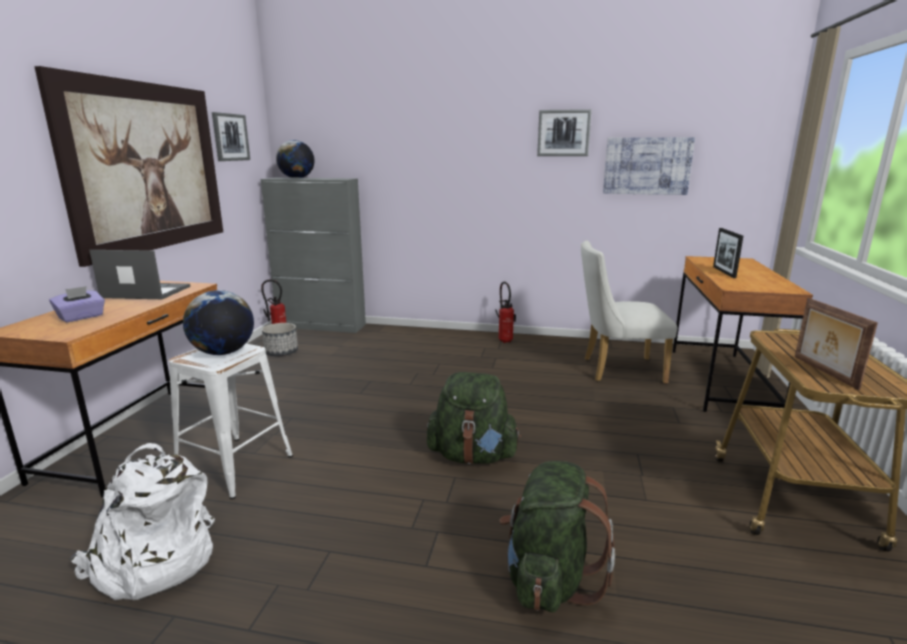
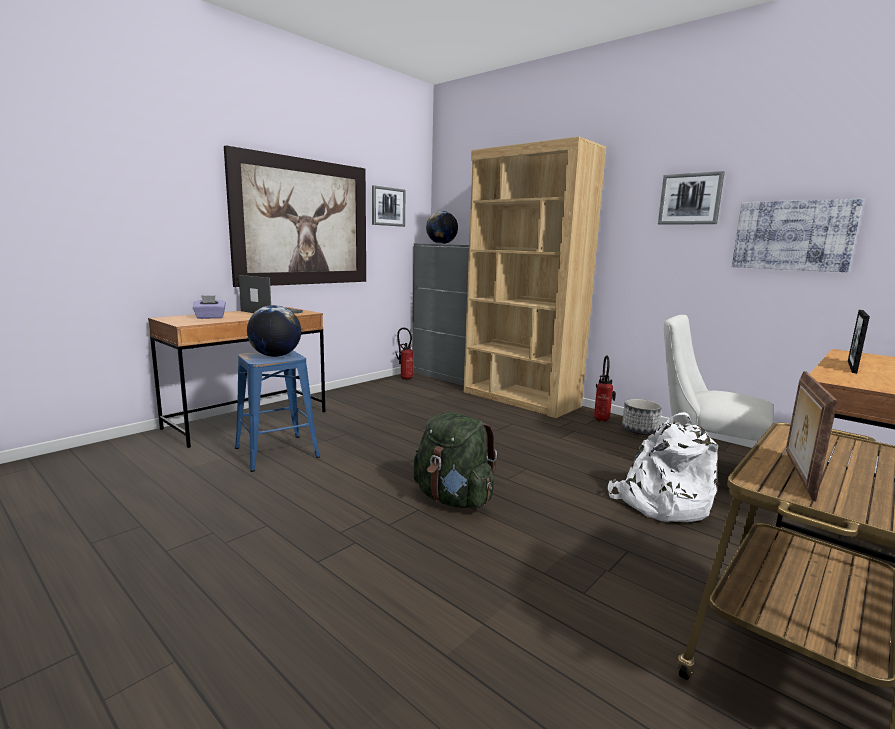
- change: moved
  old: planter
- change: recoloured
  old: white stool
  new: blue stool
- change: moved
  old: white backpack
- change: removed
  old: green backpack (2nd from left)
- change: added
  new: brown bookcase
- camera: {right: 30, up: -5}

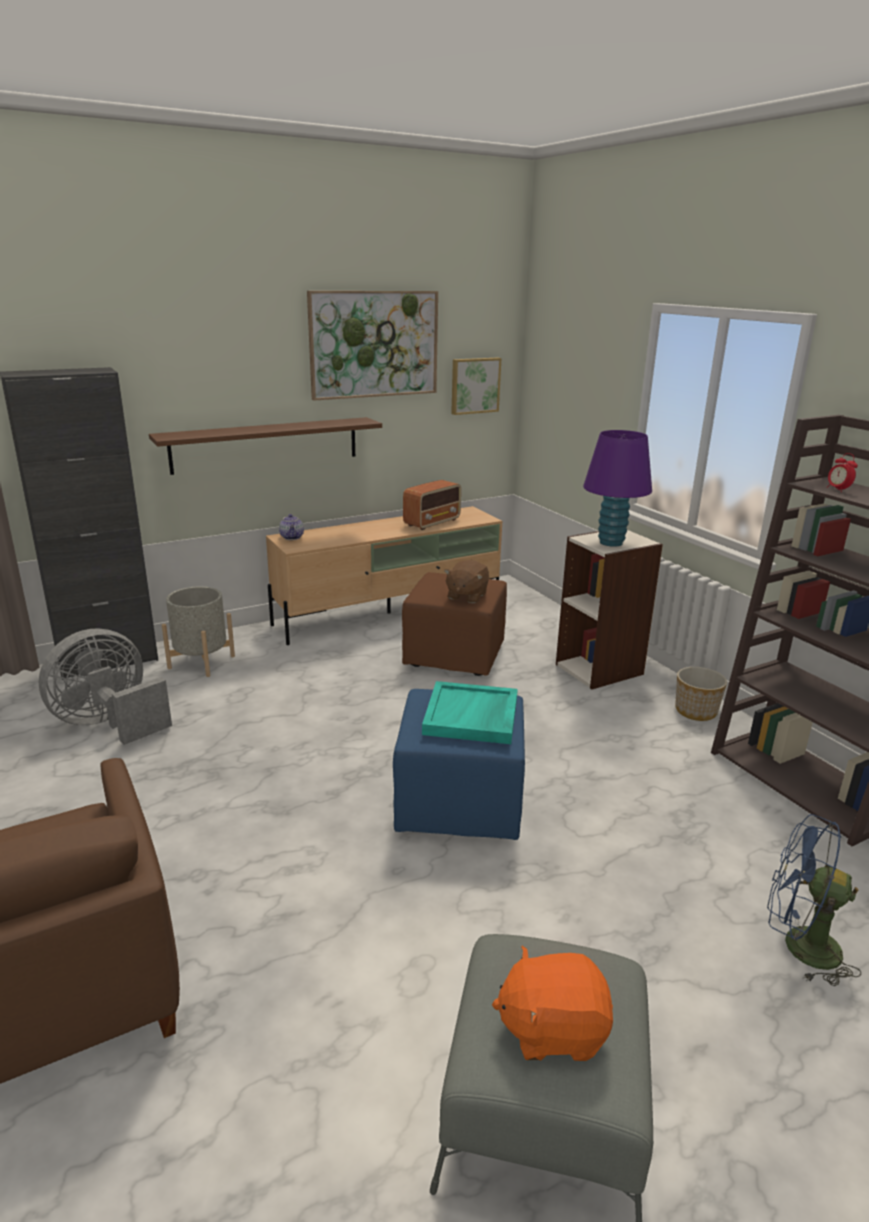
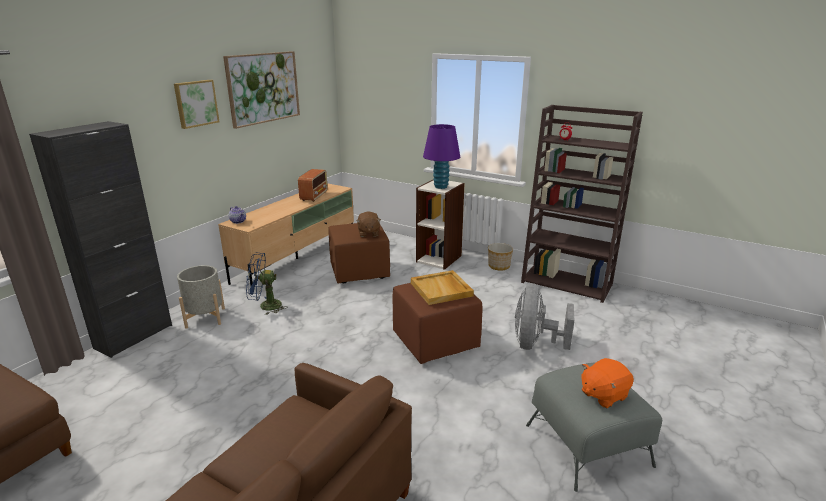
- change: moved
  old: picture (2nd from left in the first image)
  new: picture (1st from left)
- change: removed
  old: brown shelf
- change: moved
  old: grey fan
- change: recoloured
  old: turquoise tray
  new: beige tray
- change: recoloured
  old: blue ottoman
  new: brown ottoman (2nd from left)
- change: moved
  old: blue fan
- camera: {right: -30, up: 0}

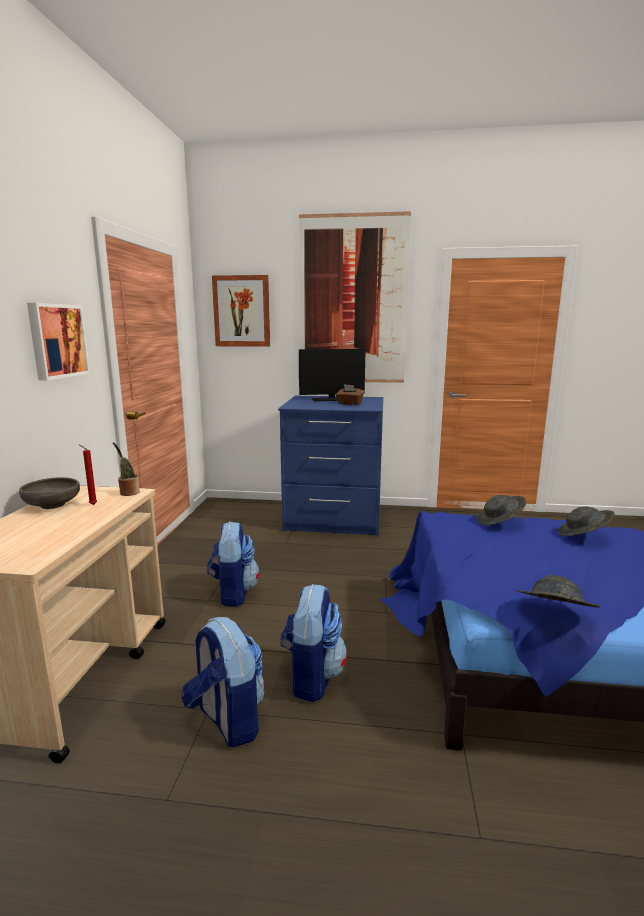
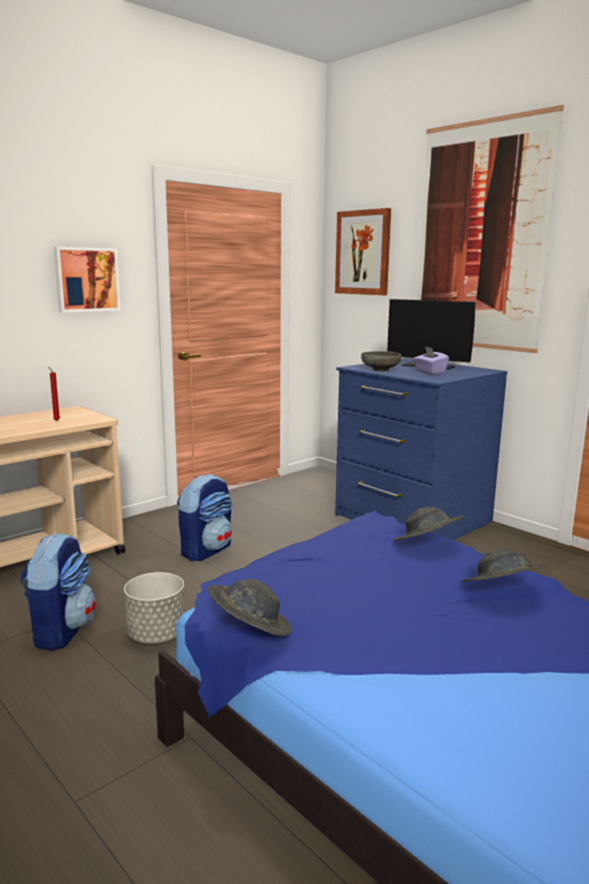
- change: recoloured
  old: brown tissue box
  new: purple tissue box
- change: removed
  old: potted plant
- change: moved
  old: grey bowl
- change: replaced
  old: backpack (3rd from left)
  new: grey planter
- camera: {right: 40, up: 0}

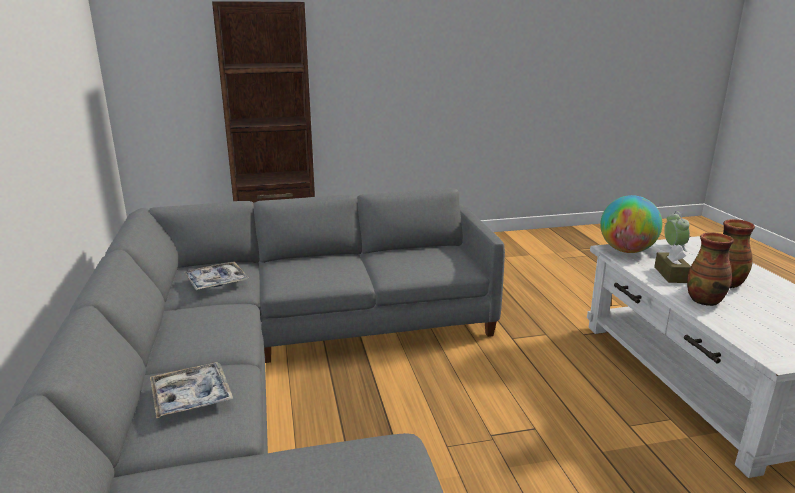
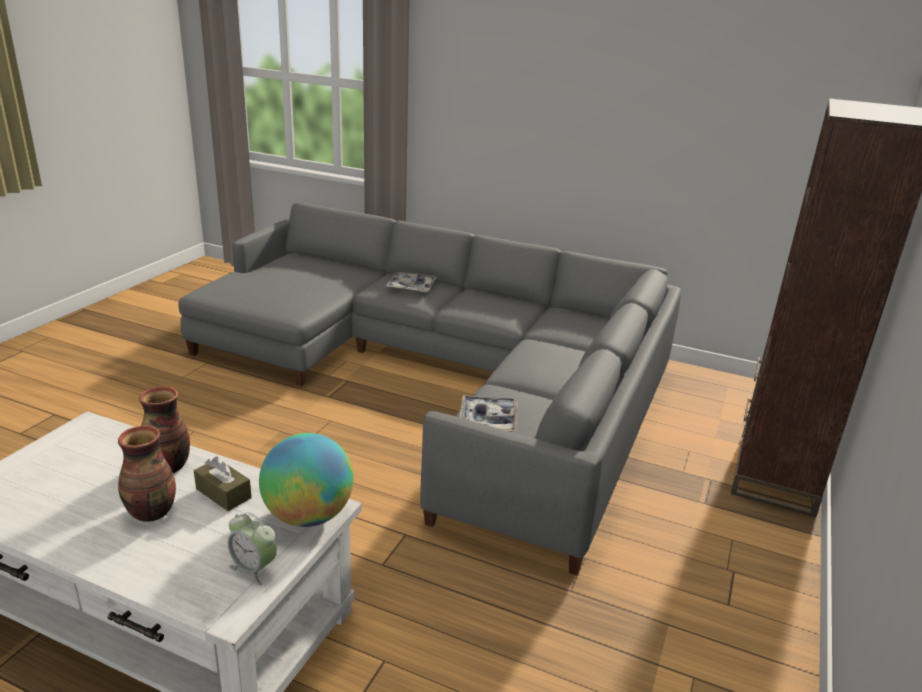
- change: moved
  old: tray (2nd from left)
- camera: {right: 125, up: 5}

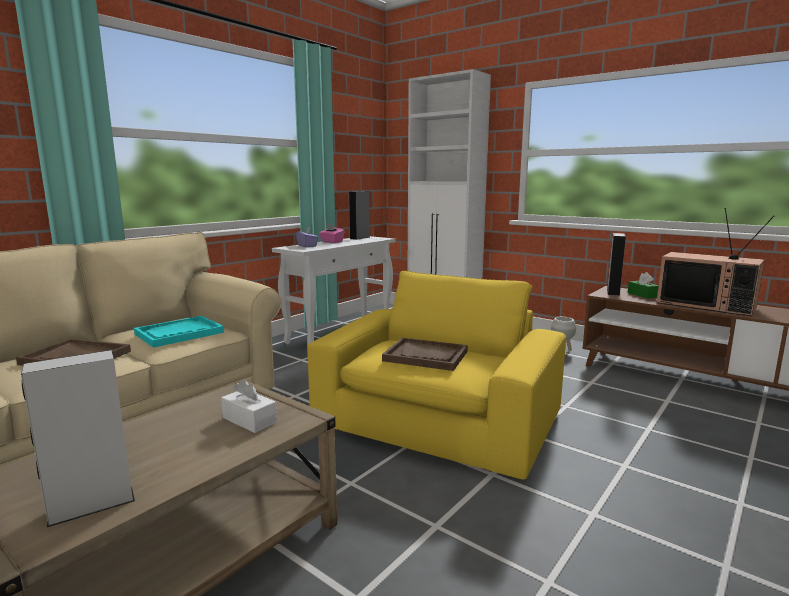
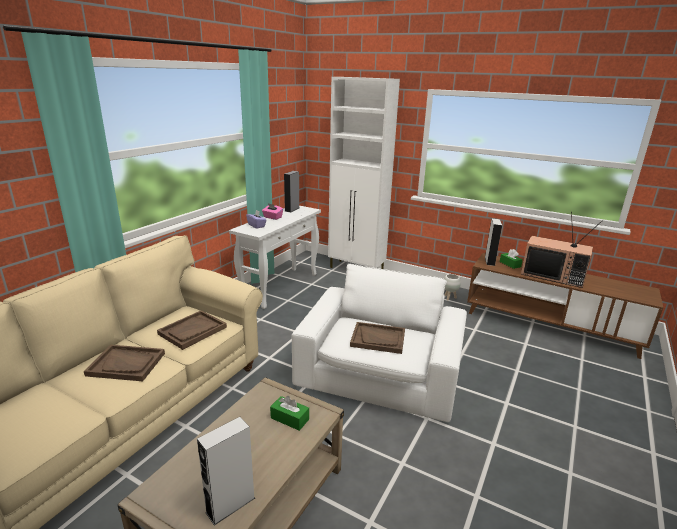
- change: recoloured
  old: yellow armchair
  new: white armchair
- change: recoloured
  old: turquoise tray
  new: brown tray (2nd from left)
- change: recoloured
  old: white tissue box
  new: green tissue box (1st from left)
- camera: {right: -10, up: 10}

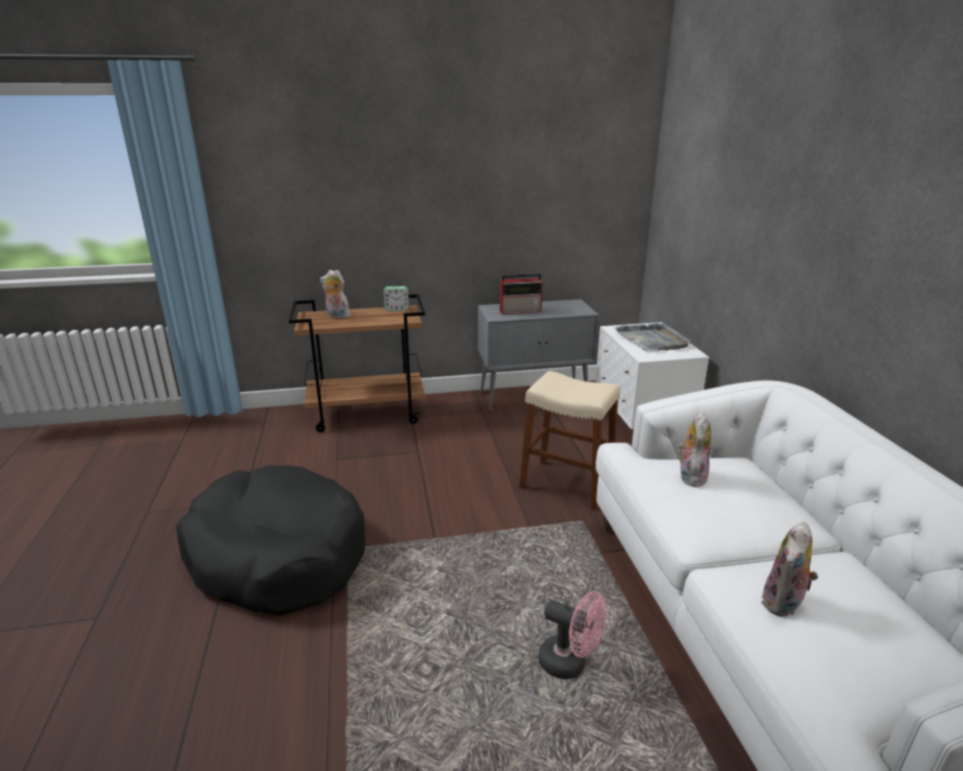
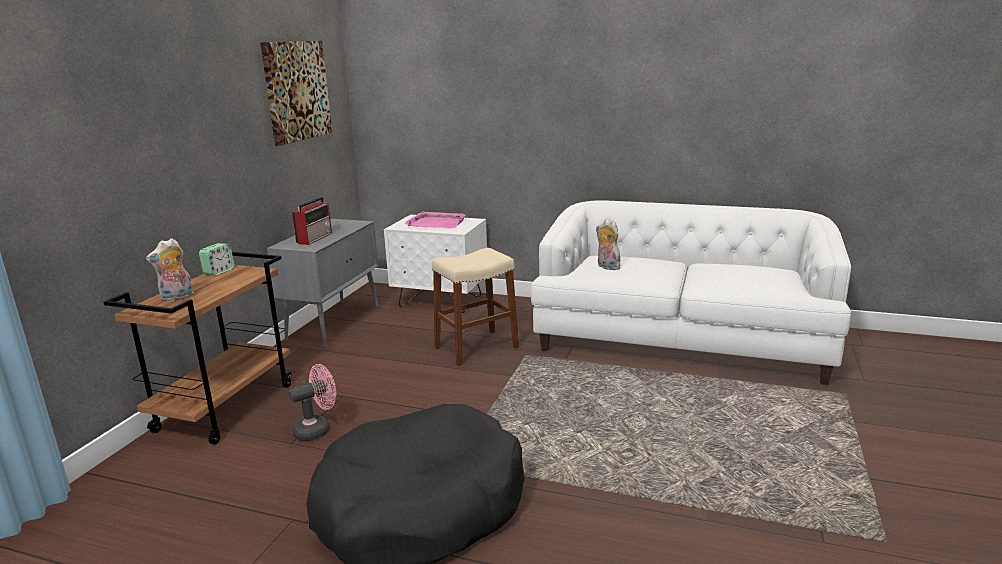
- change: recoloured
  old: grey tray
  new: pink tray
- change: removed
  old: plush toy (3rd from left)
- change: moved
  old: pink fan
- change: added
  new: picture
- camera: {right: -60, up: -5}

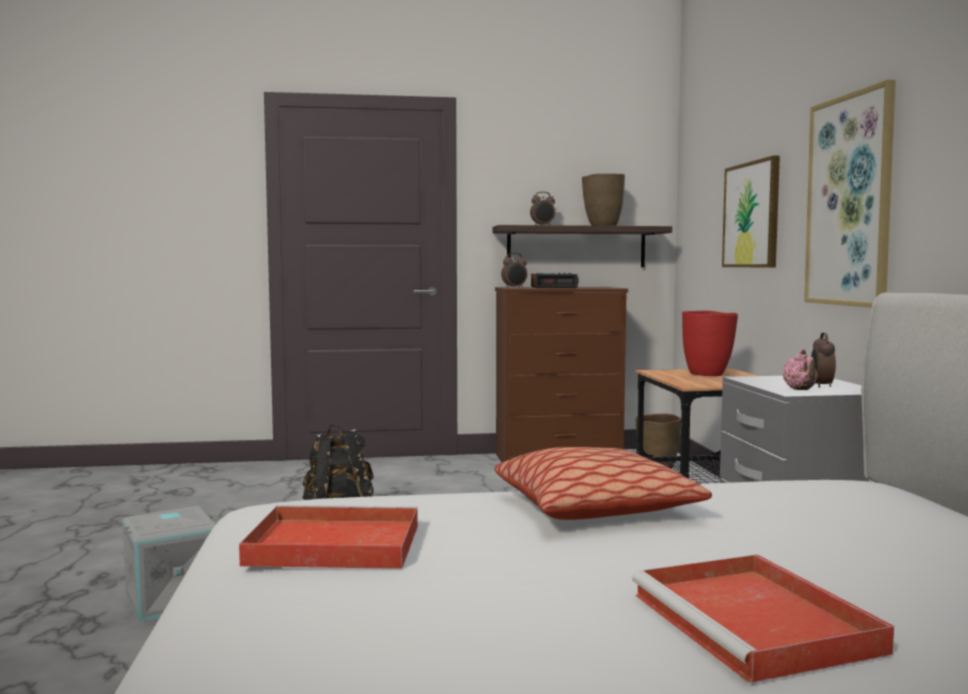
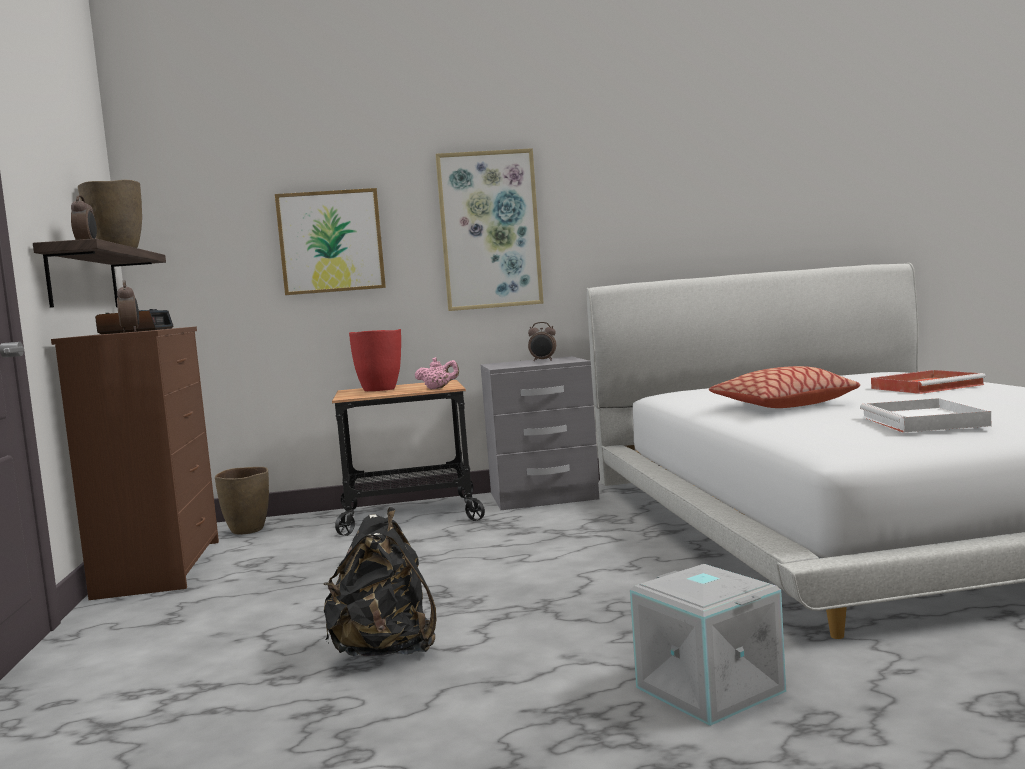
- change: moved
  old: pink teapot
- change: recoloured
  old: red tray (1st from left)
  new: white tray
- camera: {right: -90, up: 0}

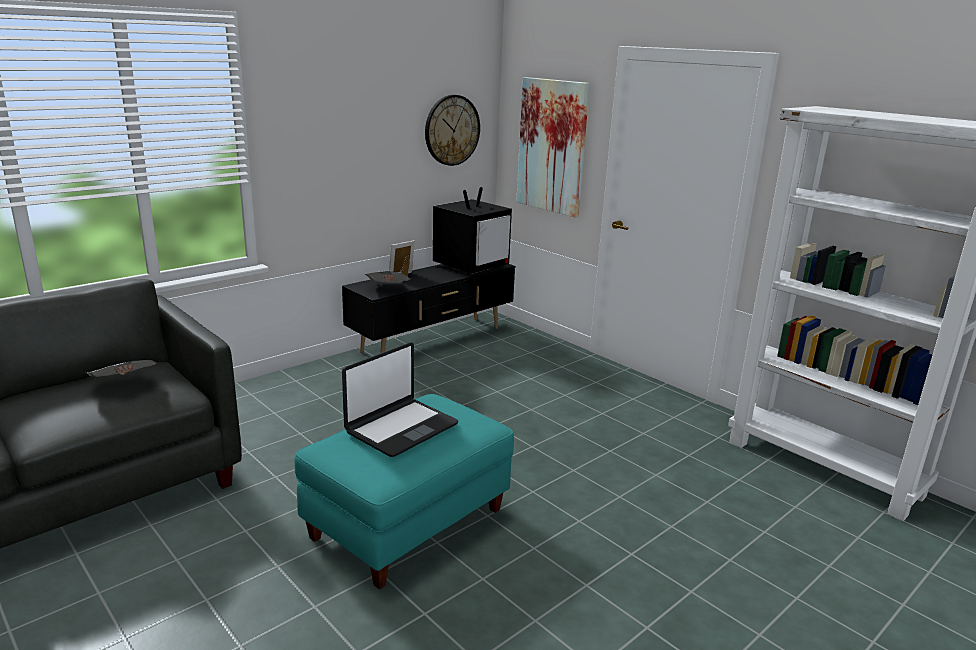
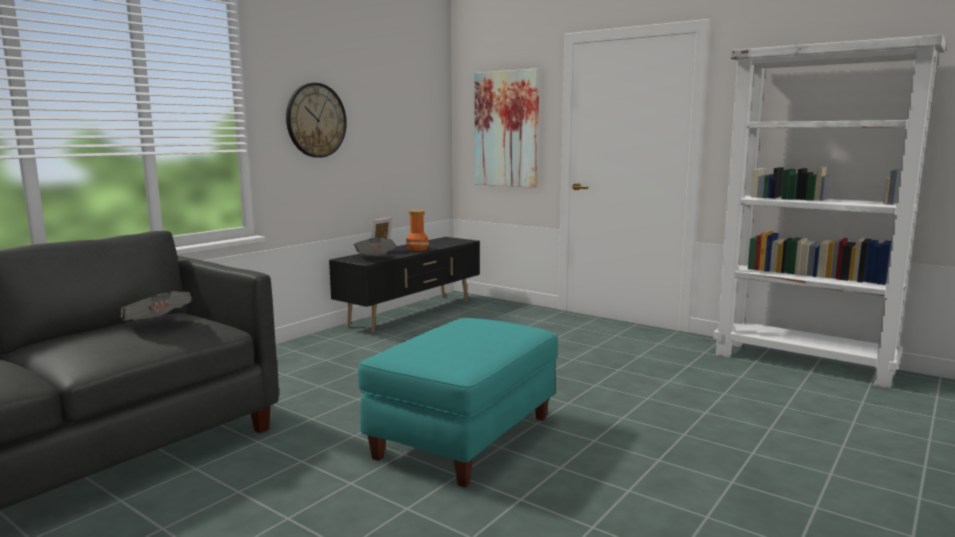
- change: moved
  old: wall clock
- change: removed
  old: television
- change: removed
  old: laptop
- change: added
  new: vase
- camera: {right: -10, up: -10}

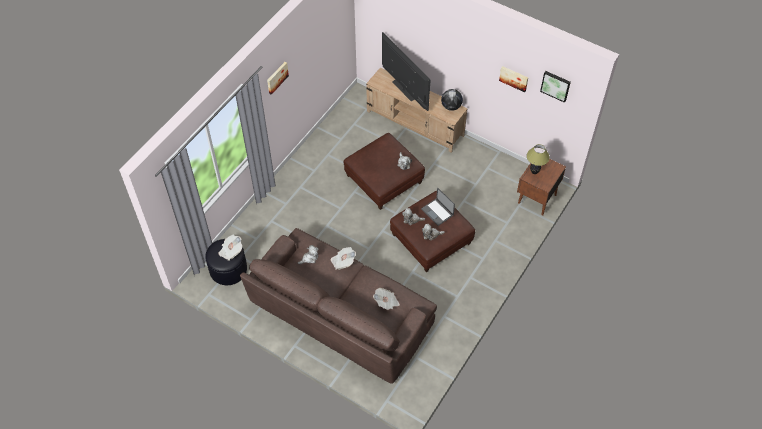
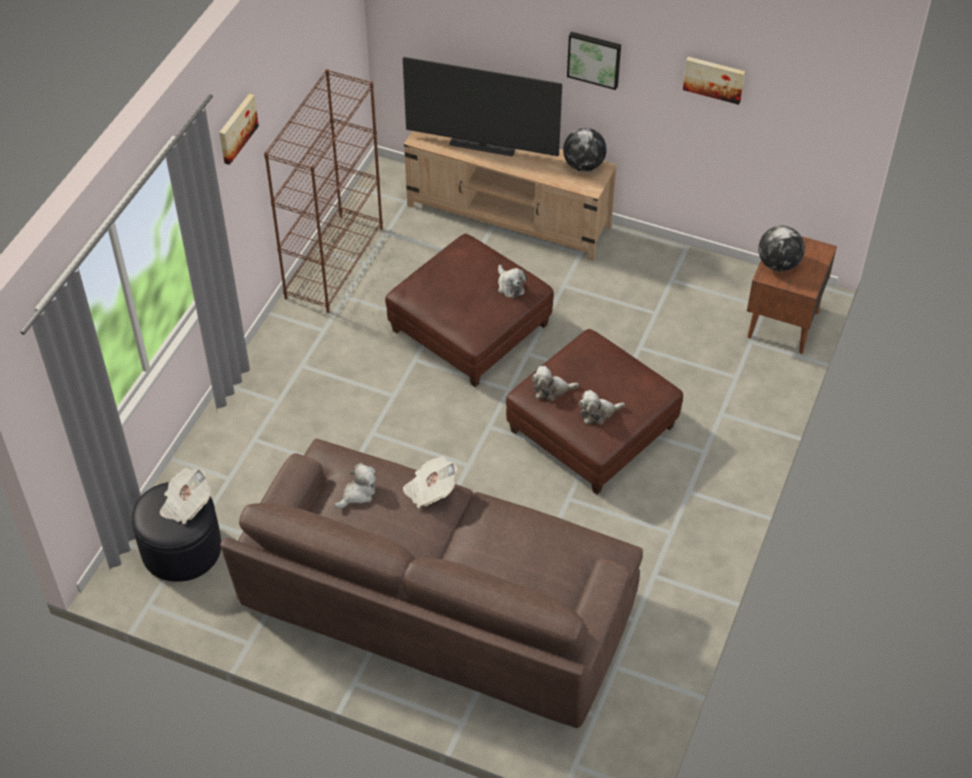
- change: turned
  old: television
  degrees: 150
- change: moved
  old: picture (3rd from left in the first image)
  new: picture (2nd from left)
- change: replaced
  old: table lamp
  new: globe (2nd from left)
- change: removed
  old: laptop
- change: removed
  old: newspaper (3rd from left)
- change: added
  new: brown bookcase
- camera: {right: -10, up: -5}

